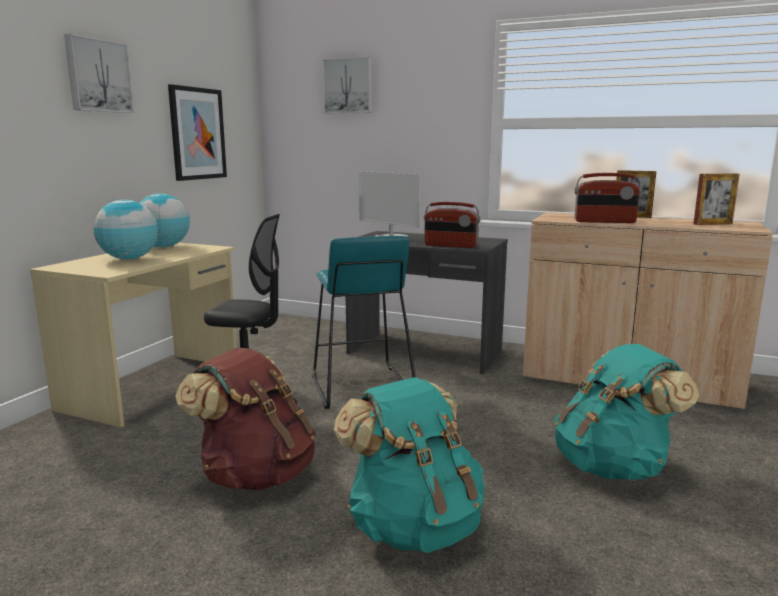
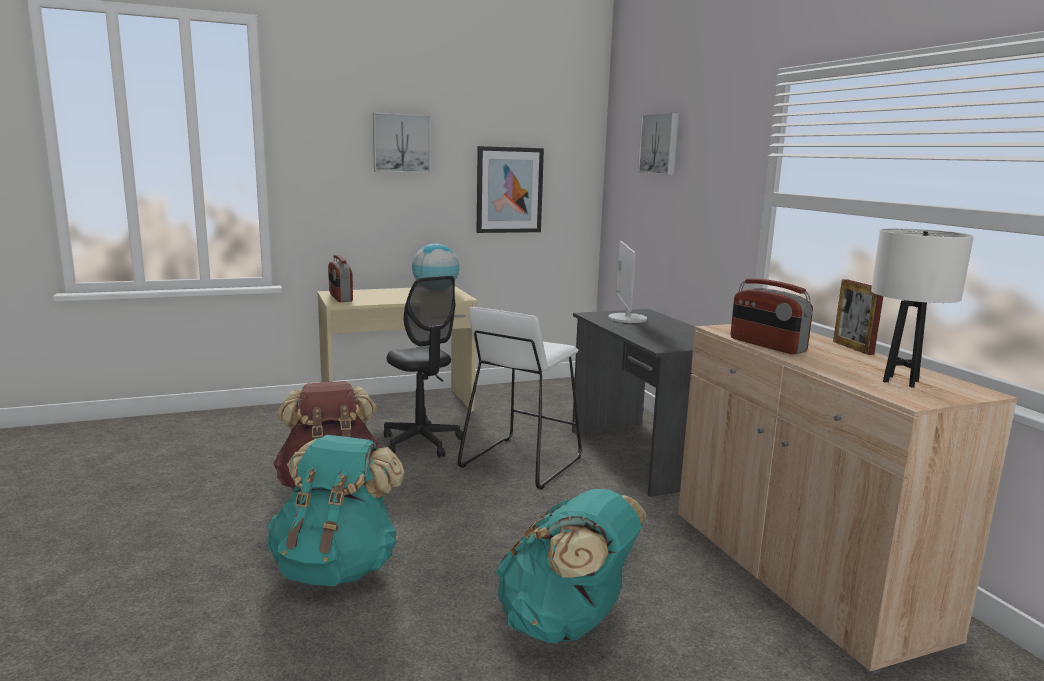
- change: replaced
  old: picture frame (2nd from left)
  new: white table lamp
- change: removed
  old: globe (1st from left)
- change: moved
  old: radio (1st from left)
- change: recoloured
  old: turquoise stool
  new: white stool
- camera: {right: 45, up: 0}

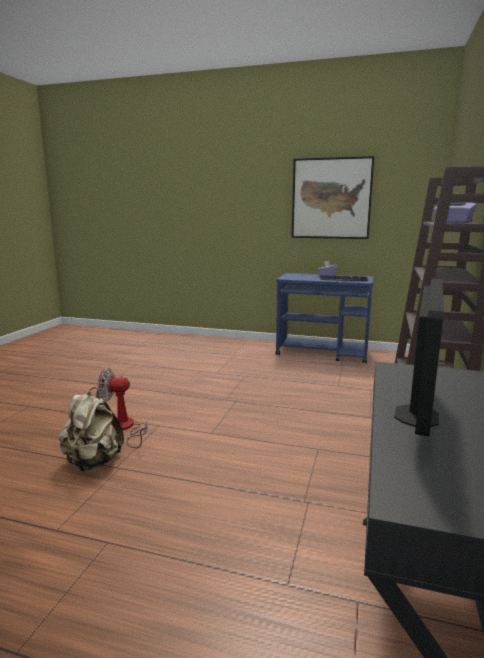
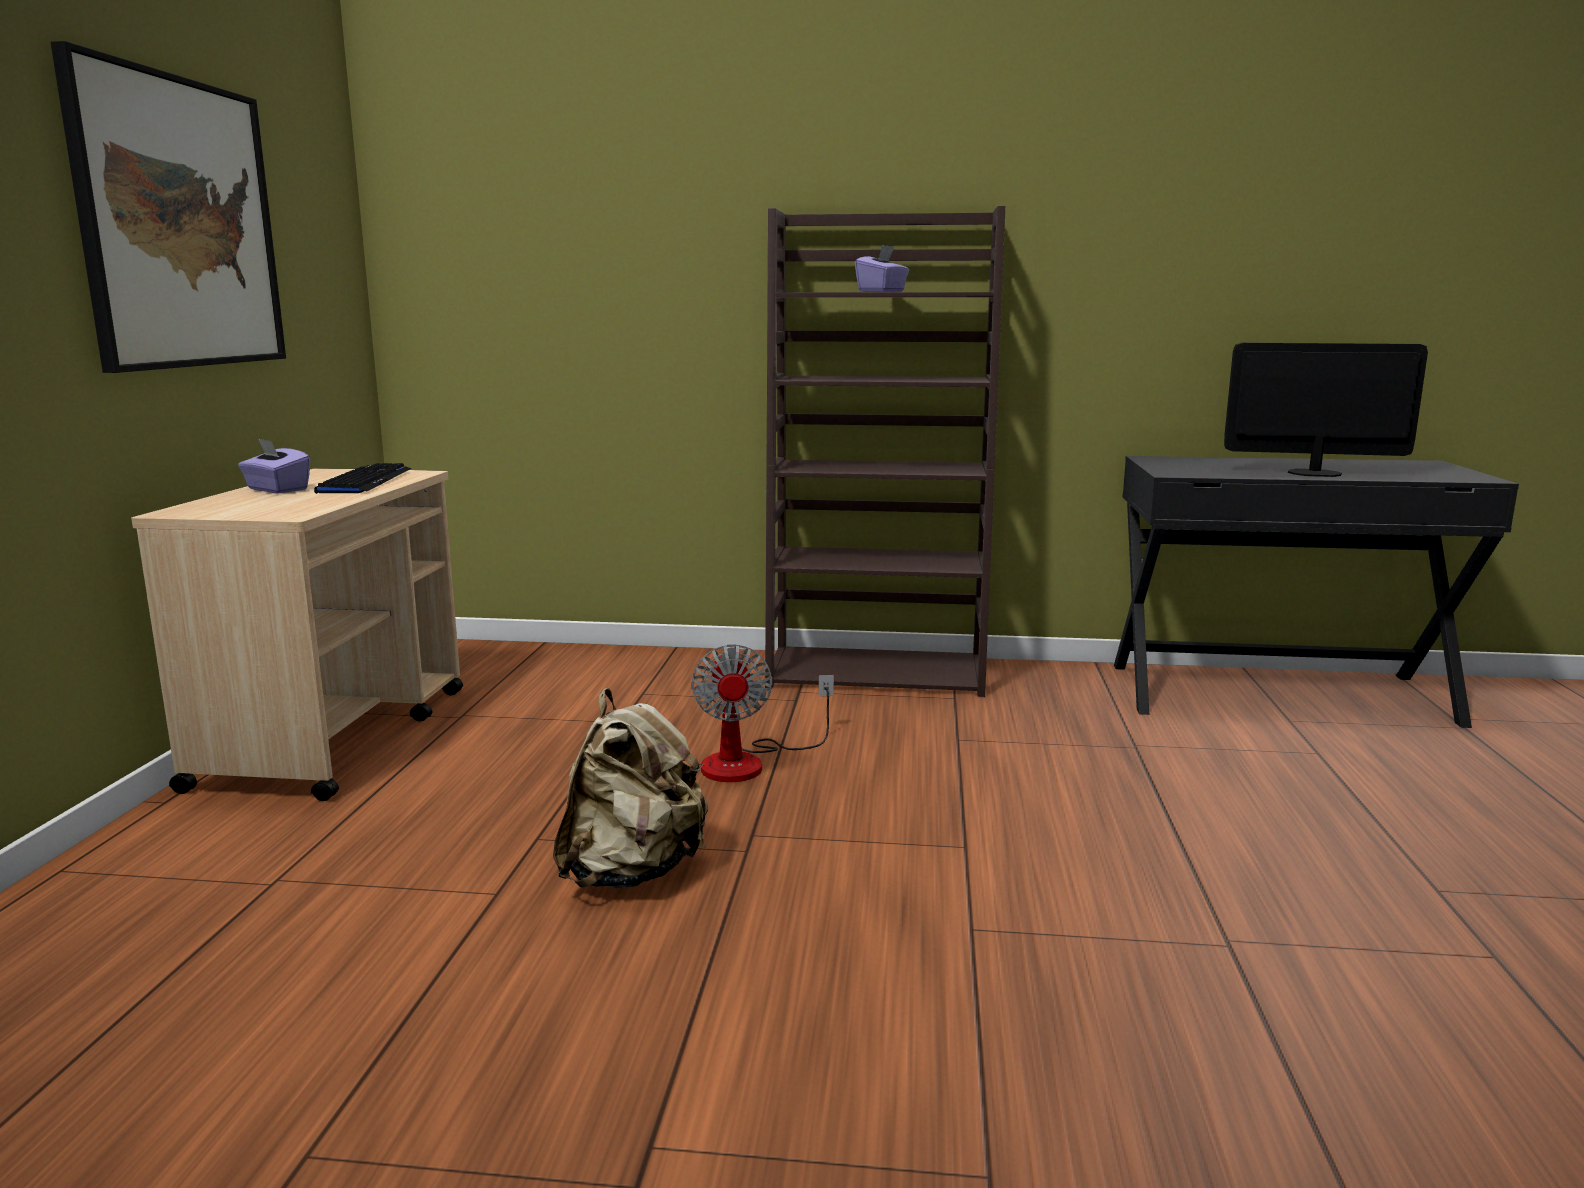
- change: recoloured
  old: blue cart
  new: beige cart
- change: moved
  old: fan
- change: moved
  old: beige backpack
- camera: {right: -100, up: 0}

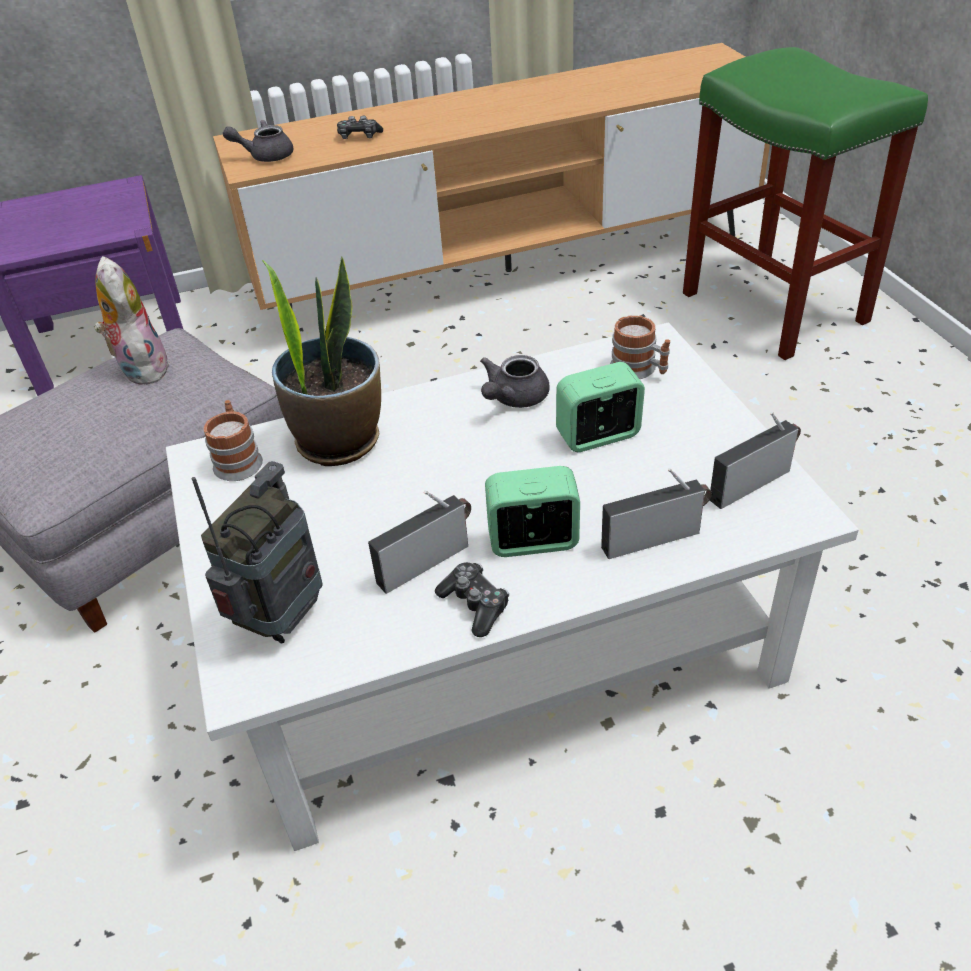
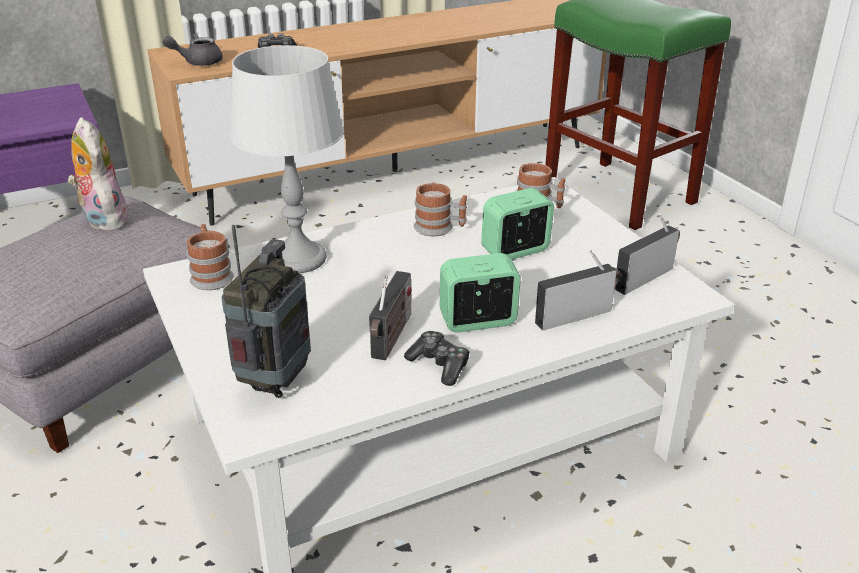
- change: replaced
  old: potted plant
  new: grey table lamp
- change: replaced
  old: grey teapot (2nd from left)
  new: mug (2nd from left)
- change: turned
  old: radio (2nd from left)
  degrees: 150
- camera: {right: -10, up: -10}

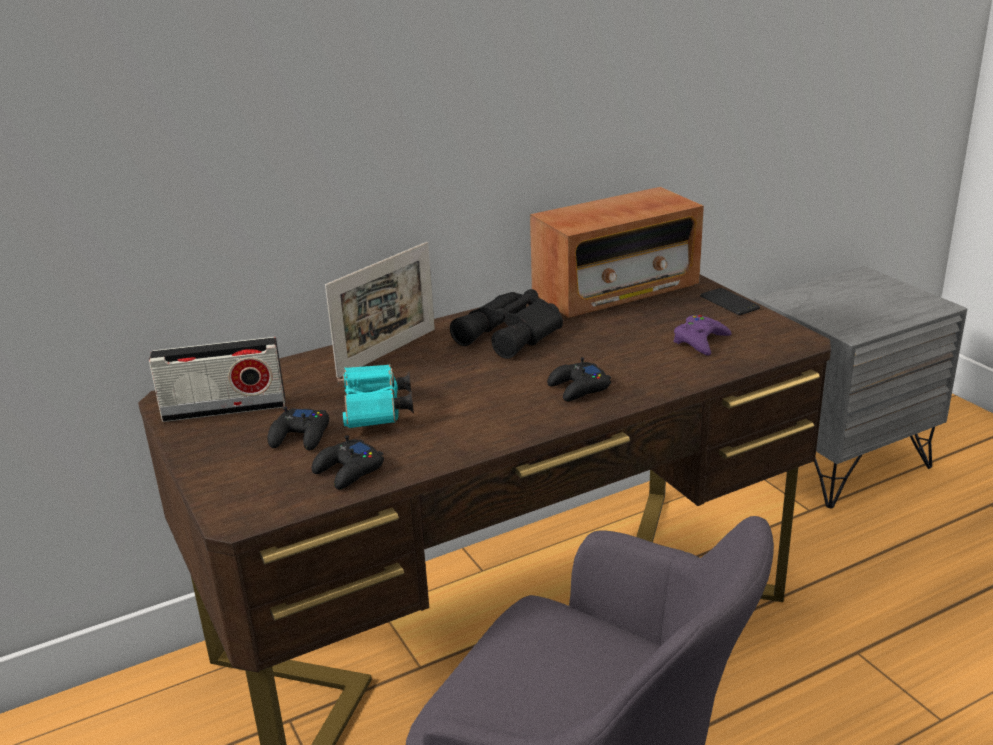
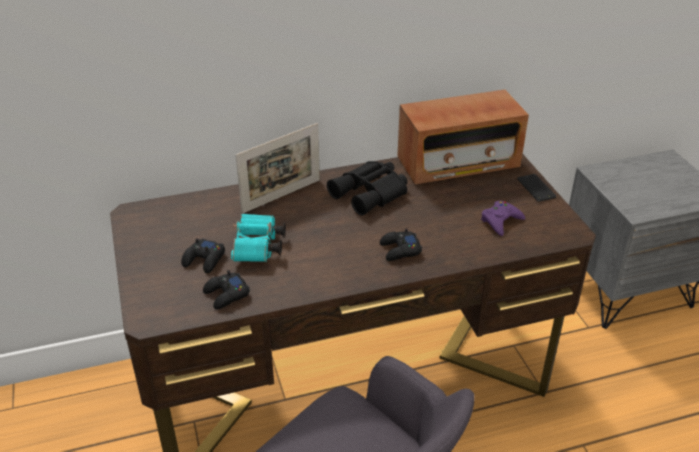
- change: removed
  old: radio (1st from left)
- camera: {right: 10, up: 10}

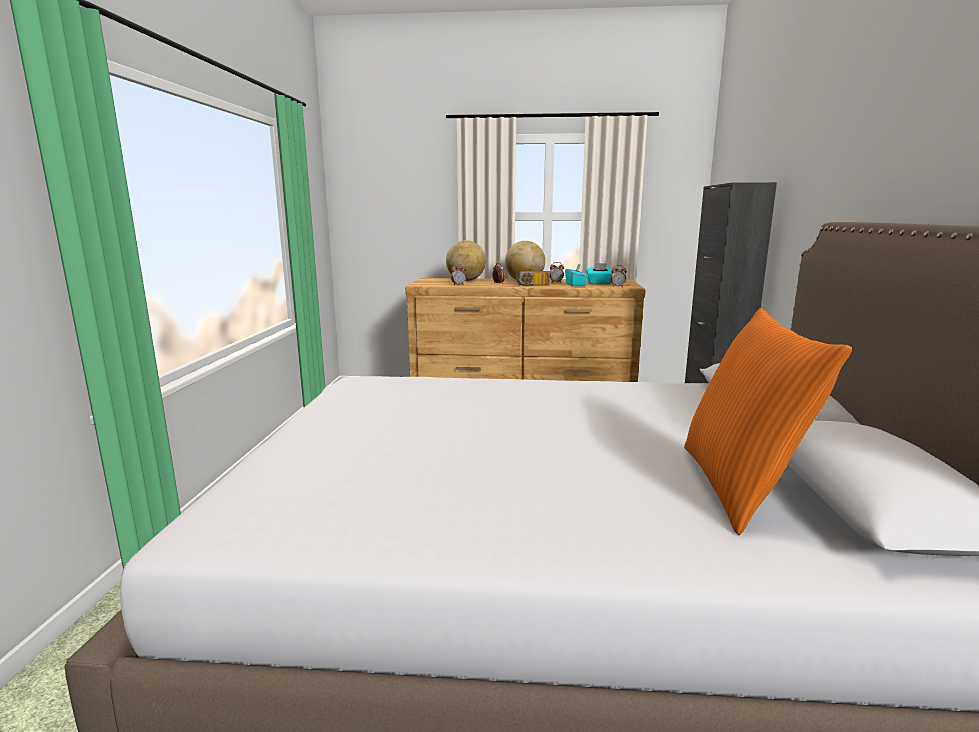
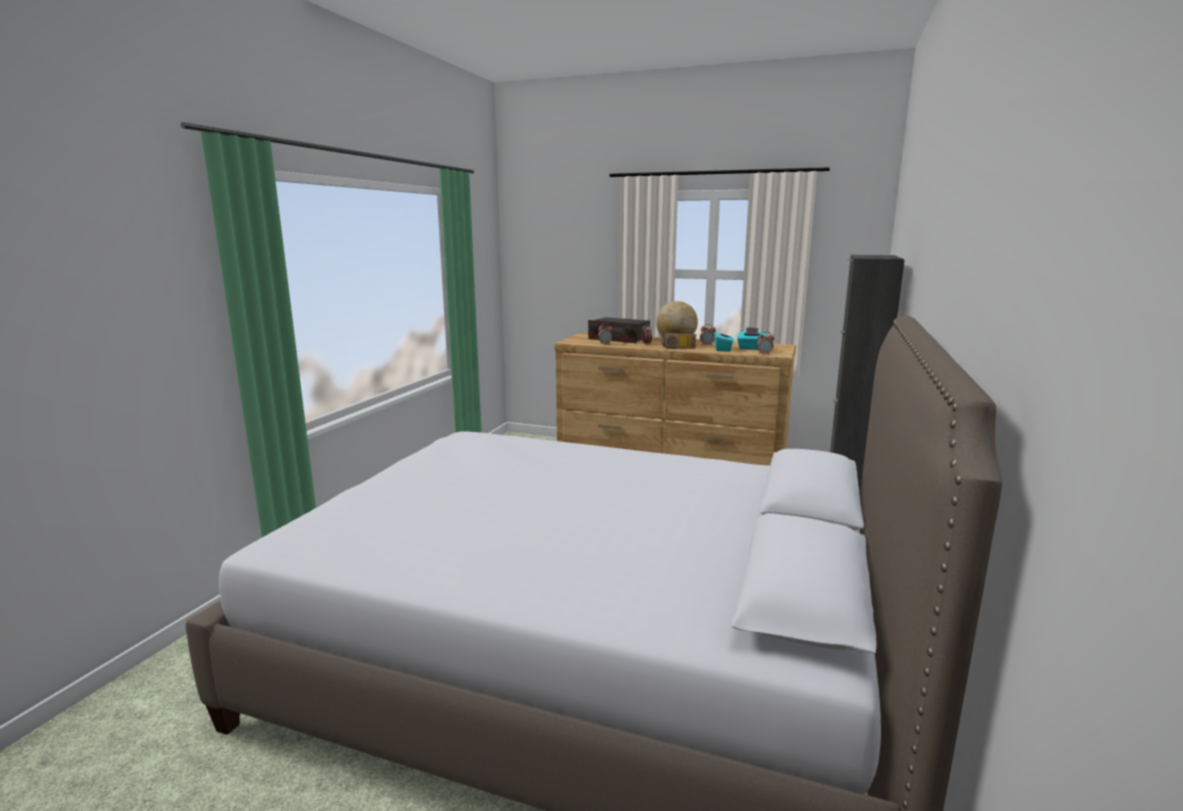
- change: replaced
  old: globe (1st from left)
  new: radio (1st from left)
- change: removed
  old: orange pillow
- camera: {right: 15, up: 0}

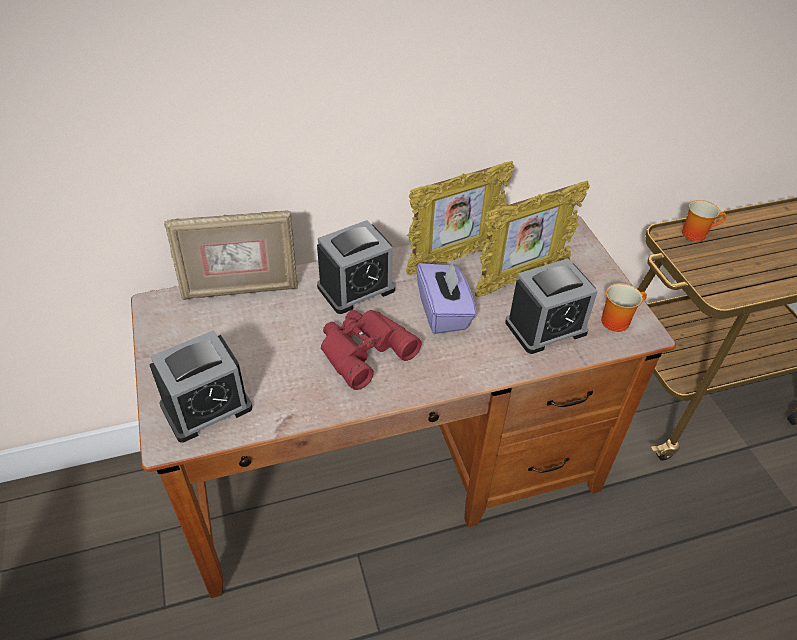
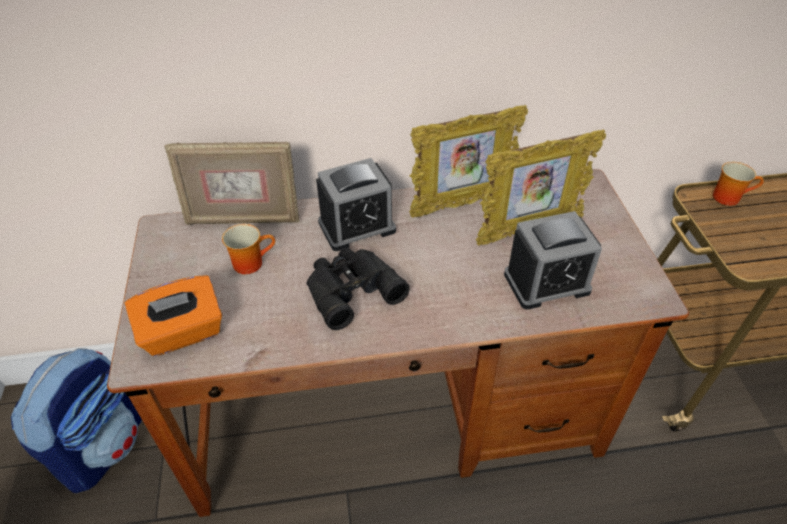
- change: removed
  old: purple tissue box
- change: moved
  old: mug (1st from left)
- change: recoloured
  old: red binoculars
  new: black binoculars
- change: replaced
  old: alarm clock (1st from left)
  new: orange tissue box
- change: added
  new: backpack
- camera: {right: 10, up: 0}

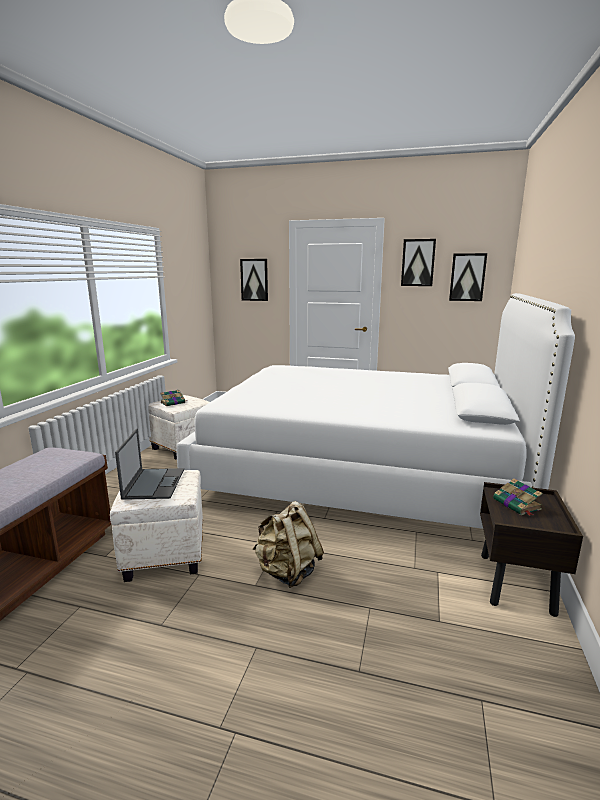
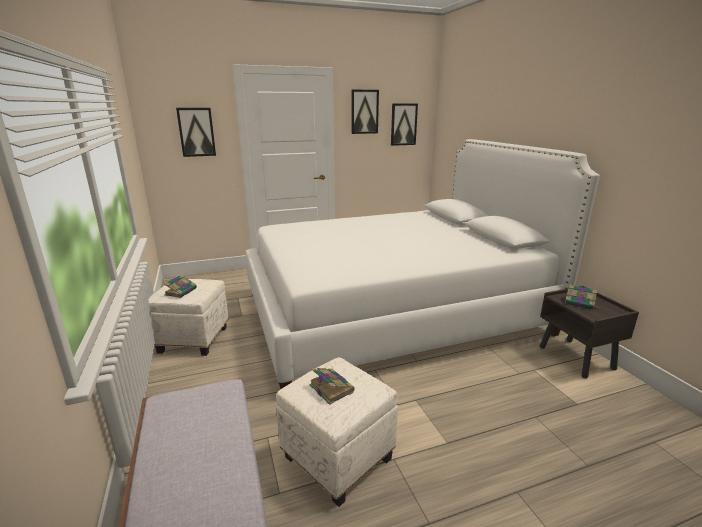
- change: replaced
  old: laptop
  new: book (2nd from left)
- change: removed
  old: beige backpack
- camera: {right: -35, up: 5}

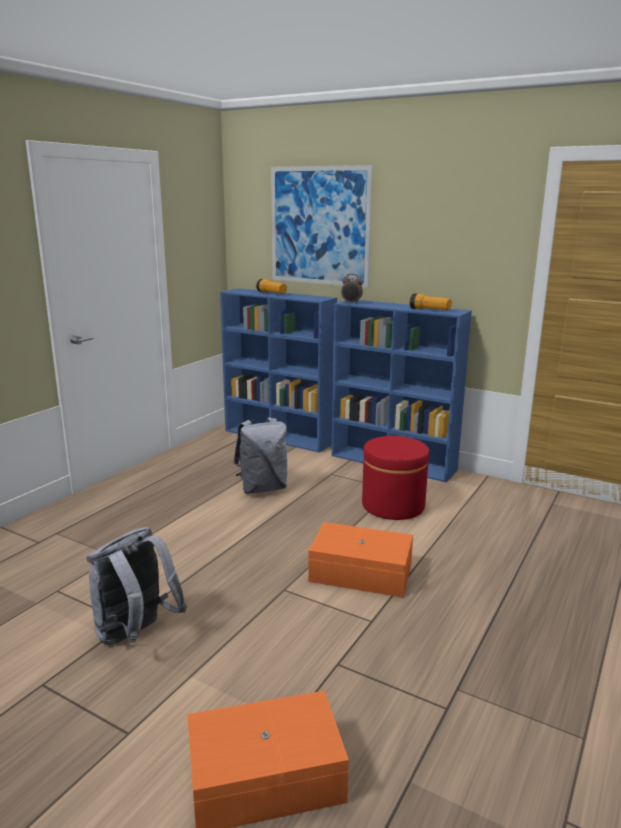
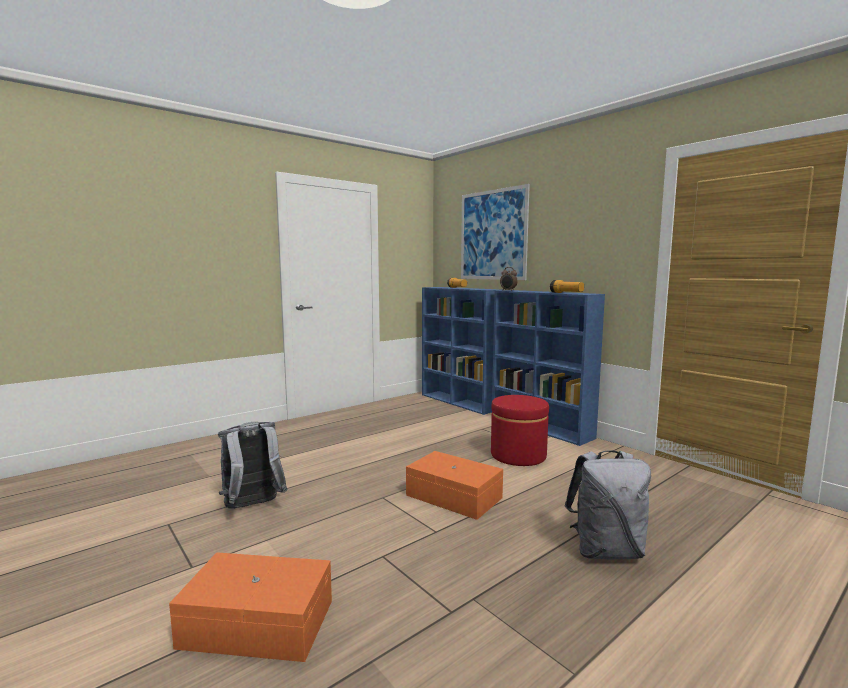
- change: moved
  old: grey backpack (2nd from left)
- camera: {right: 20, up: -10}

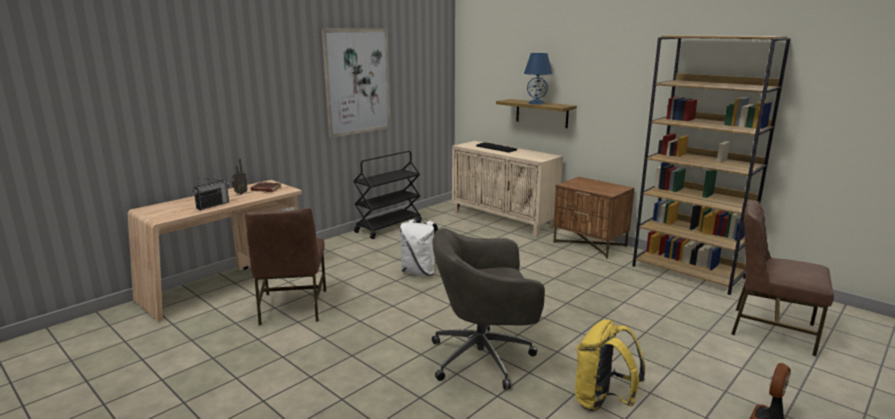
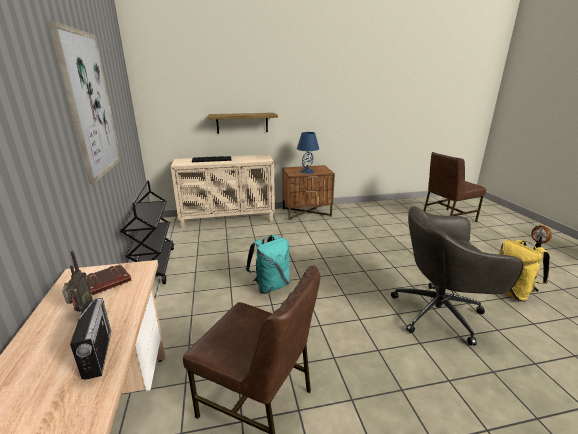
- change: removed
  old: brown bookcase
- change: moved
  old: blue table lamp
- change: recoloured
  old: white backpack
  new: turquoise backpack
- change: turned
  old: grey office chair
  degrees: 60
- camera: {right: -55, up: 5}

